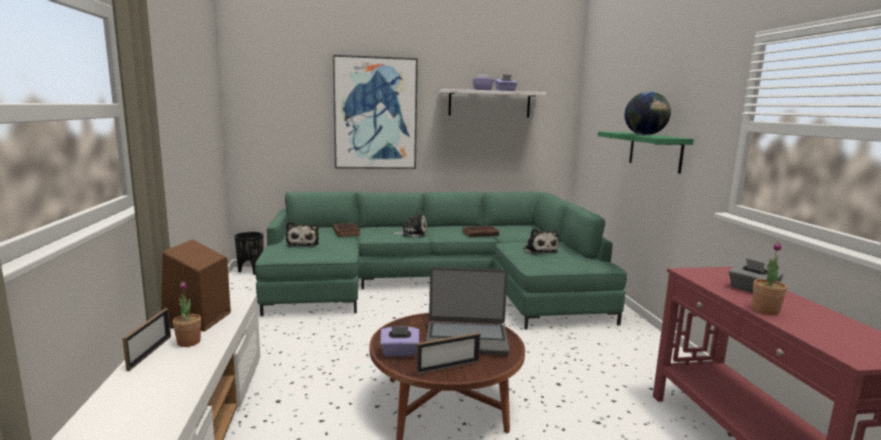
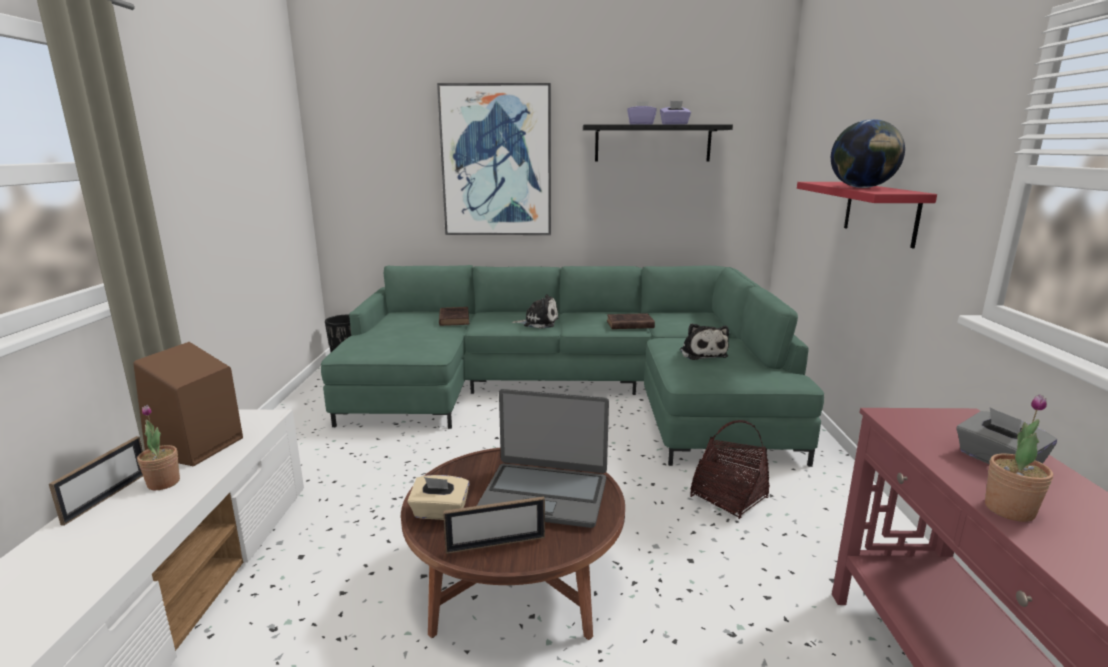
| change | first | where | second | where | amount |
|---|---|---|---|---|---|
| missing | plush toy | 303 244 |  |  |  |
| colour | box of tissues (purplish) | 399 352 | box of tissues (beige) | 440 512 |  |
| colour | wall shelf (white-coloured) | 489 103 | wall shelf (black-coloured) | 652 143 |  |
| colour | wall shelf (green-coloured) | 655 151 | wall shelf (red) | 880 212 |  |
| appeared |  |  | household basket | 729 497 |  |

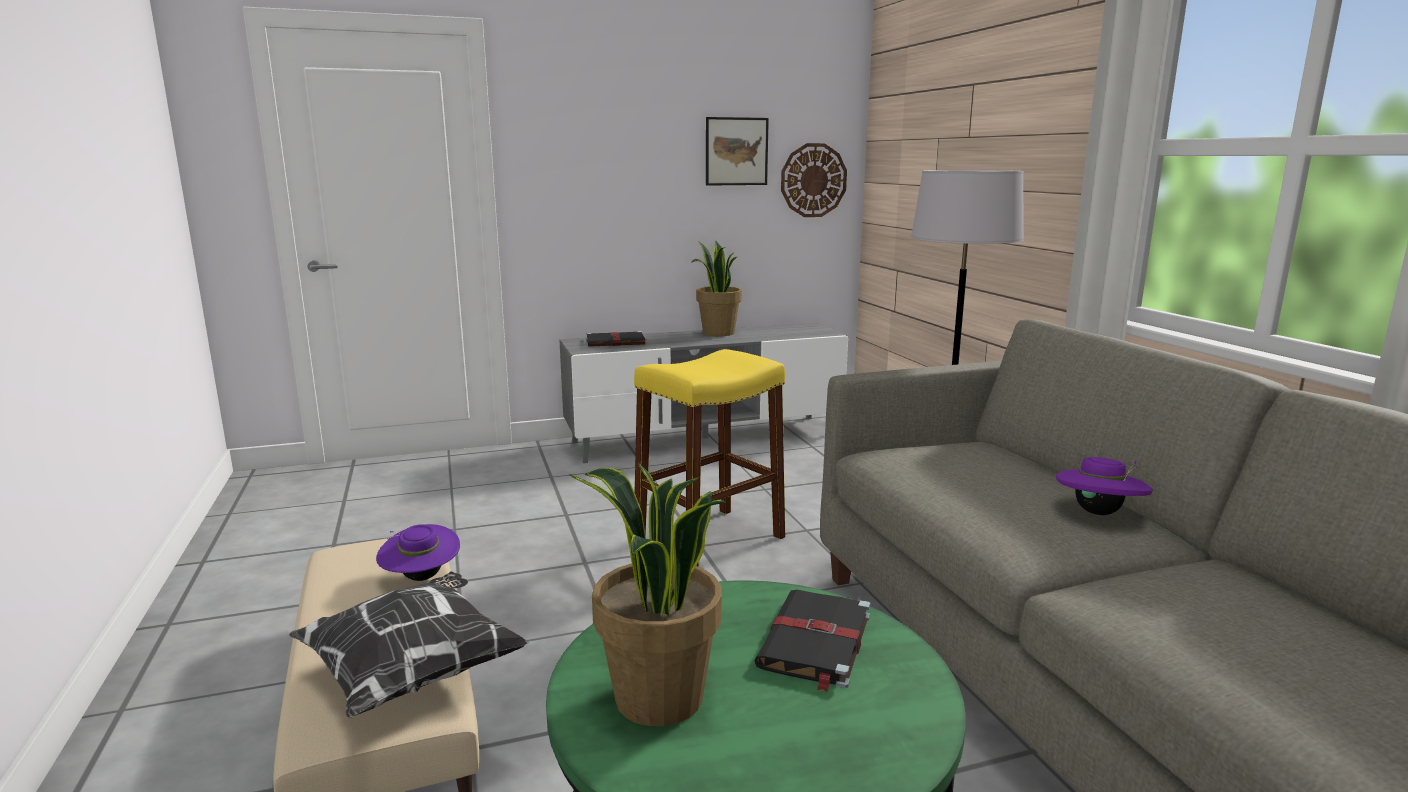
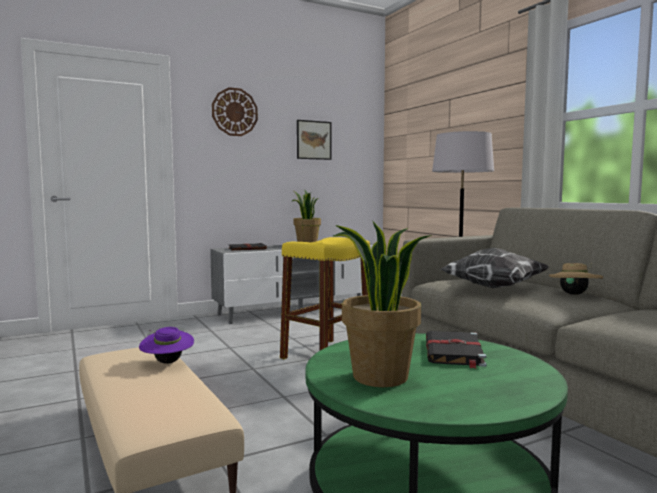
| change | first | where | second | where | amount |
|---|---|---|---|---|---|
| relocated | throw pillow | 414 672 |  | 492 287 |  |
| relocated | hanging clock | 813 180 |  | 234 112 |  |
| colour | clothing hat (purplish) | 1098 513 | clothing hat (beige) | 574 294 |  |

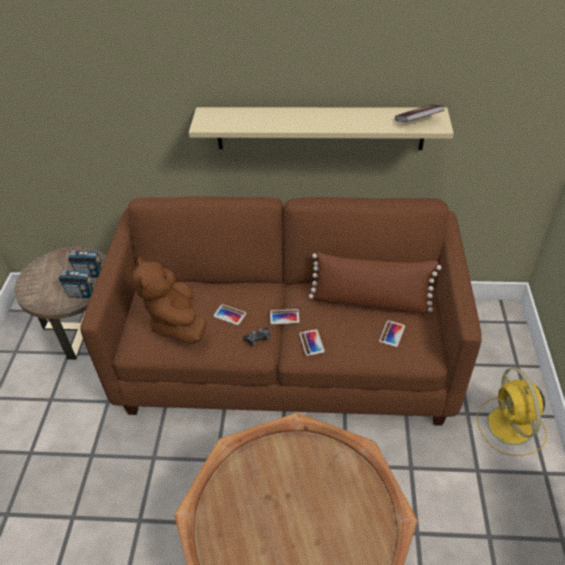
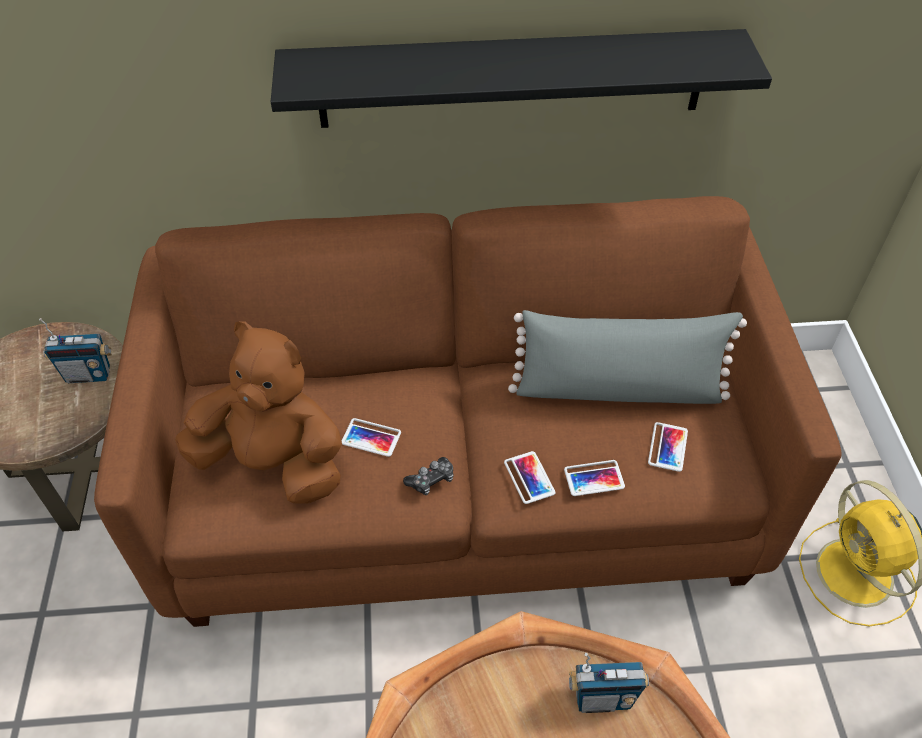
| change | first | where | second | where | amount |
|---|---|---|---|---|---|
| relocated | radio set | 81 294 |  | 602 698 |  |
| spun | plush toy (brown-coloured) | 176 323 |  | 274 463 | 135 degrees clockwise |
| colour | wall shelf (beige) | 319 128 | wall shelf (black-coloured) | 511 79 |  |
| relocated | telephone | 284 317 |  | 594 478 |  |
| colour | throw pillow (brown-coloured) | 370 301 | throw pillow (gray) | 618 389 |  |
| missing | book | 418 121 |  |  |  |

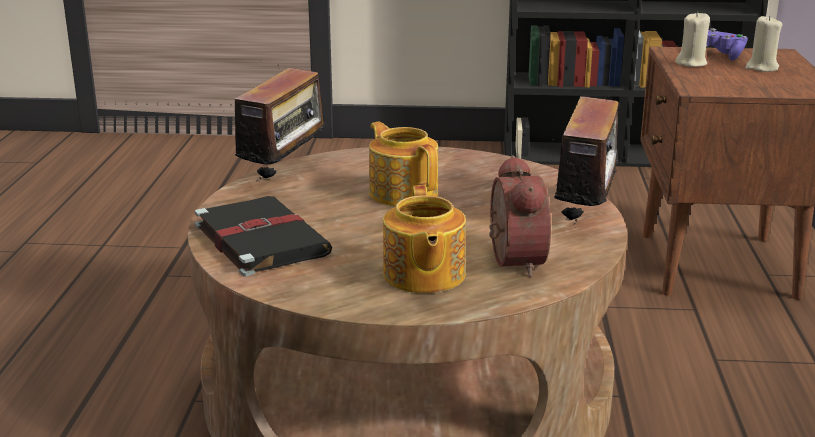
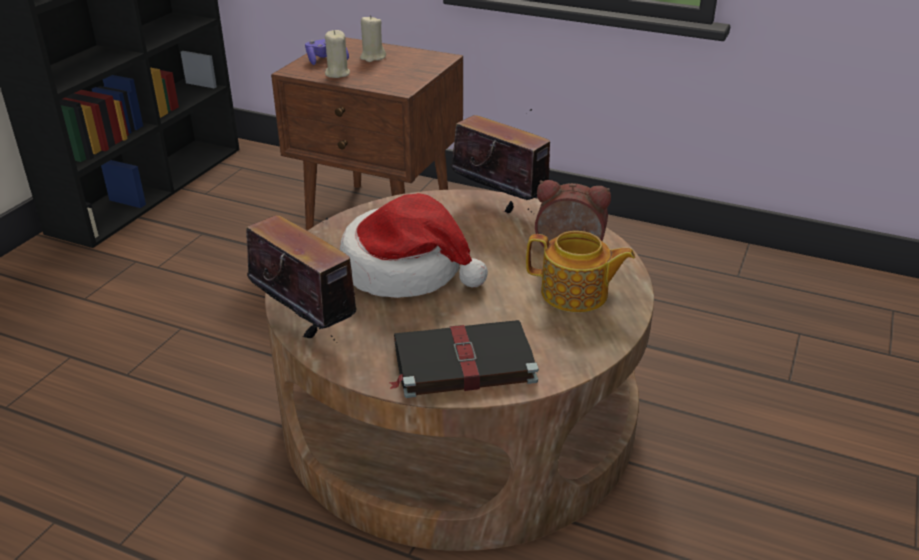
| change | first | where | second | where | amount |
|---|---|---|---|---|---|
| exchanged | teapot | 403 193 | clothing hat | 406 270 |  |

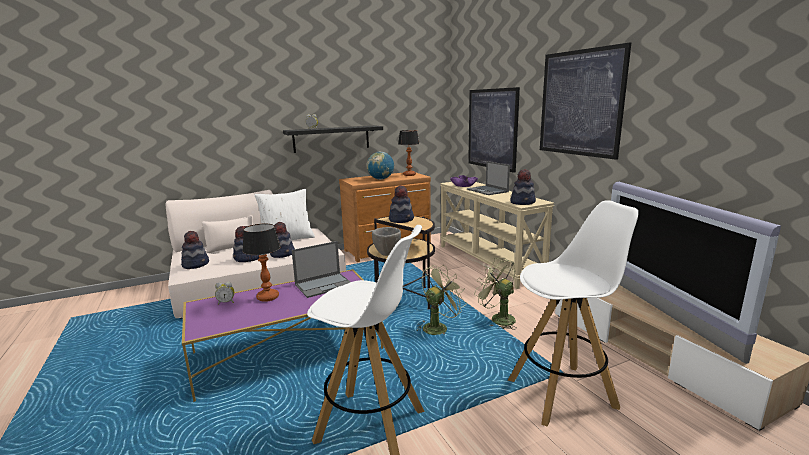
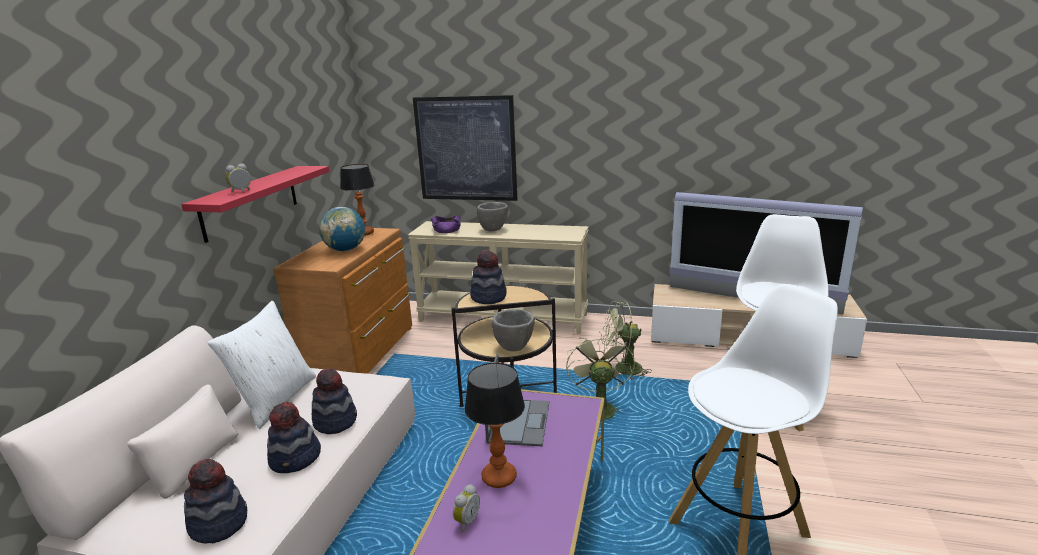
| change | first | where | second | where | amount |
|---|---|---|---|---|---|
| colour | wall shelf (black-coloured) | 331 139 | wall shelf (red) | 251 202 |  |
| exchanged | notebook computer | 487 190 | bowl (gray) | 493 230 |  |
| missing | clothing hat | 523 202 |  |  |  |
| missing | picture | 580 103 |  |  |  |

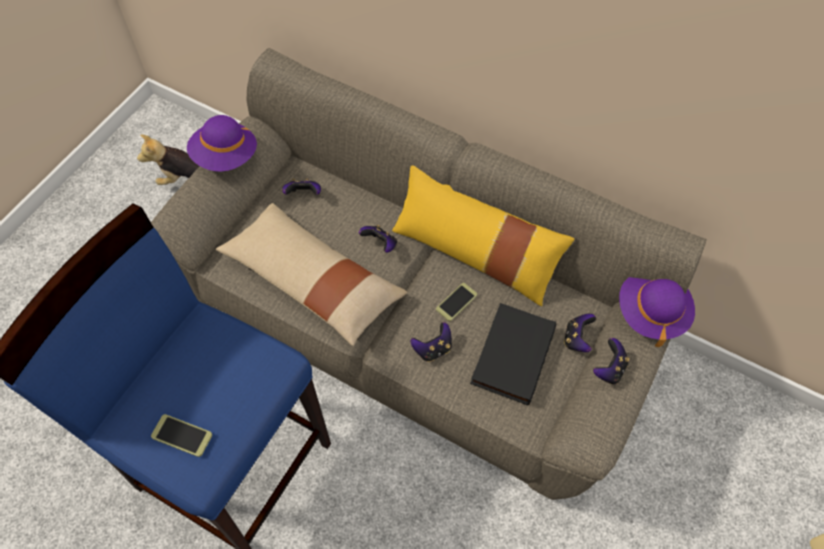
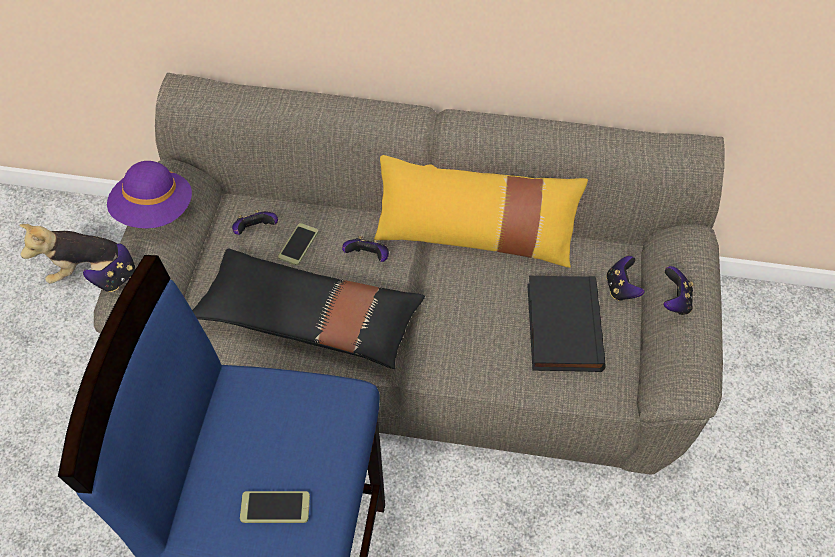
| change | first | where | second | where | amount |
|---|---|---|---|---|---|
| colour | throw pillow (beige) | 313 281 | throw pillow (black-coloured) | 309 320 |  |
| relocated | joypad | 433 349 |  | 116 279 |  |
| relocated | telephone | 456 302 |  | 298 245 |  |
| missing | clothing hat (purplish) | 651 313 |  |  |  |

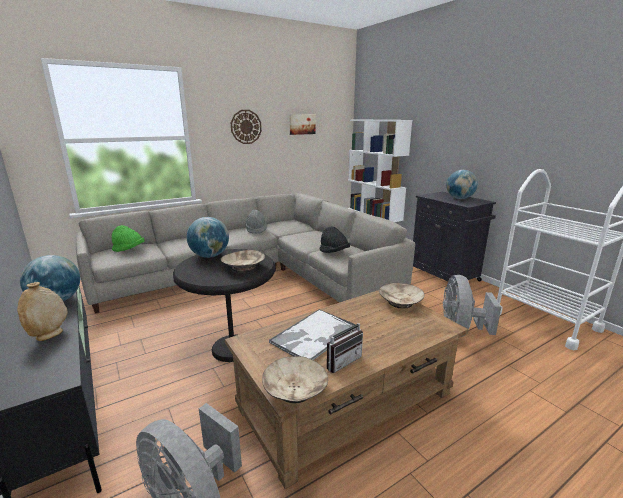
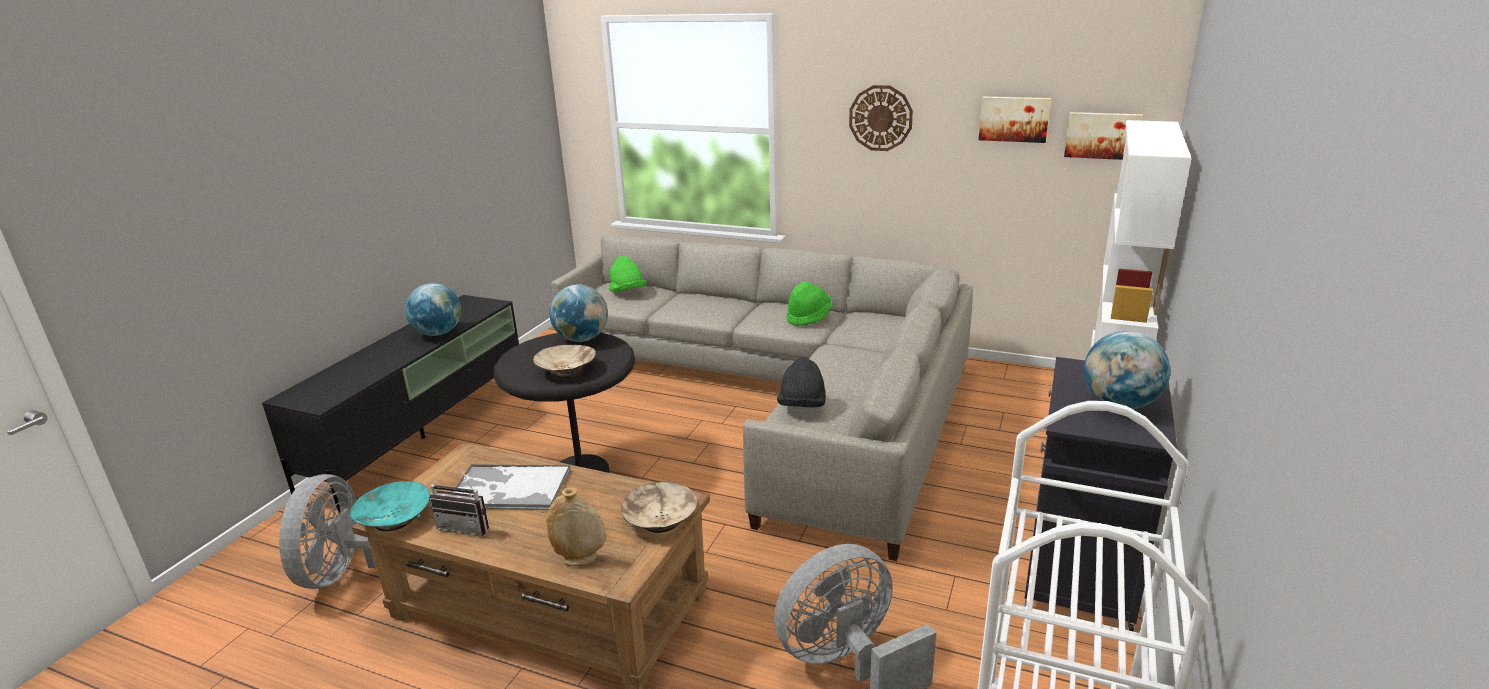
| change | first | where | second | where | amount |
|---|---|---|---|---|---|
| relocated | flower vase (beige) | 50 335 |  | 580 559 |  |
| colour | clothing hat (gray) | 256 230 | clothing hat (green-coloured) | 809 317 |  |
| colour | bowl (beige) | 295 391 | bowl (turquoise-coloured) | 394 519 |  |
| appeared |  |  | picture | 1102 135 |  |

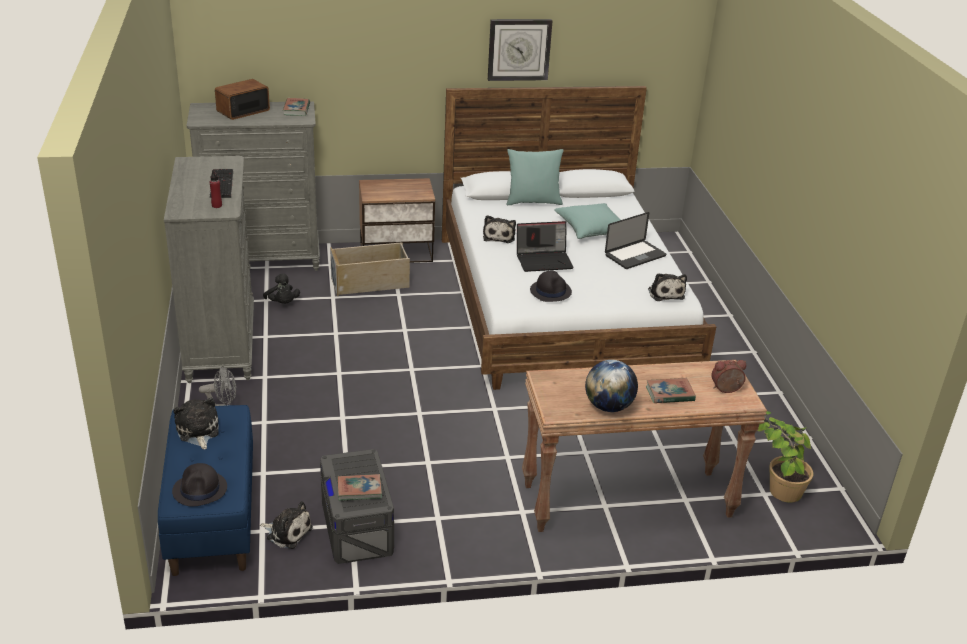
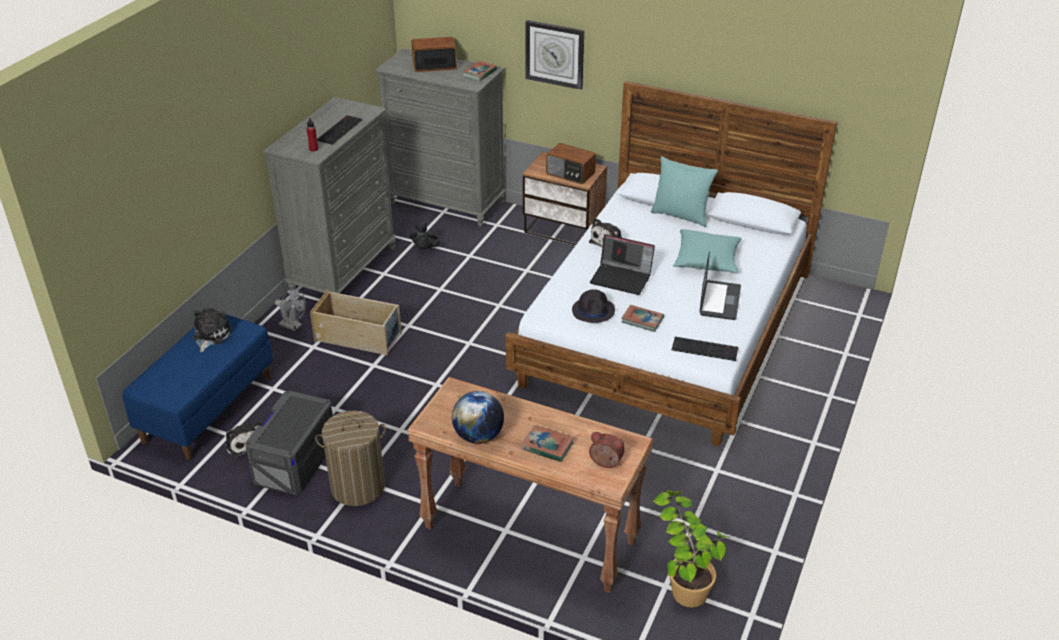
| change | first | where | second | where | amount |
|---|---|---|---|---|---|
| missing | clothing hat (black-coloured) | 200 490 |  |  |  |
| relocated | storage box (beige) | 370 282 |  | 359 337 |  |
| relocated | book | 359 489 |  | 642 320 |  |
| relocated | hanging clock | 519 49 |  | 555 54 |  |
| spun | notebook computer | 635 256 |  | 720 301 | 75 degrees counterclockwise |
| exchanged | plush toy | 665 293 | PC keyboard | 705 348 |  |
| appeared |  |  | washing basket | 357 487 |  |
| appeared |  |  | radio set | 570 174 |  |

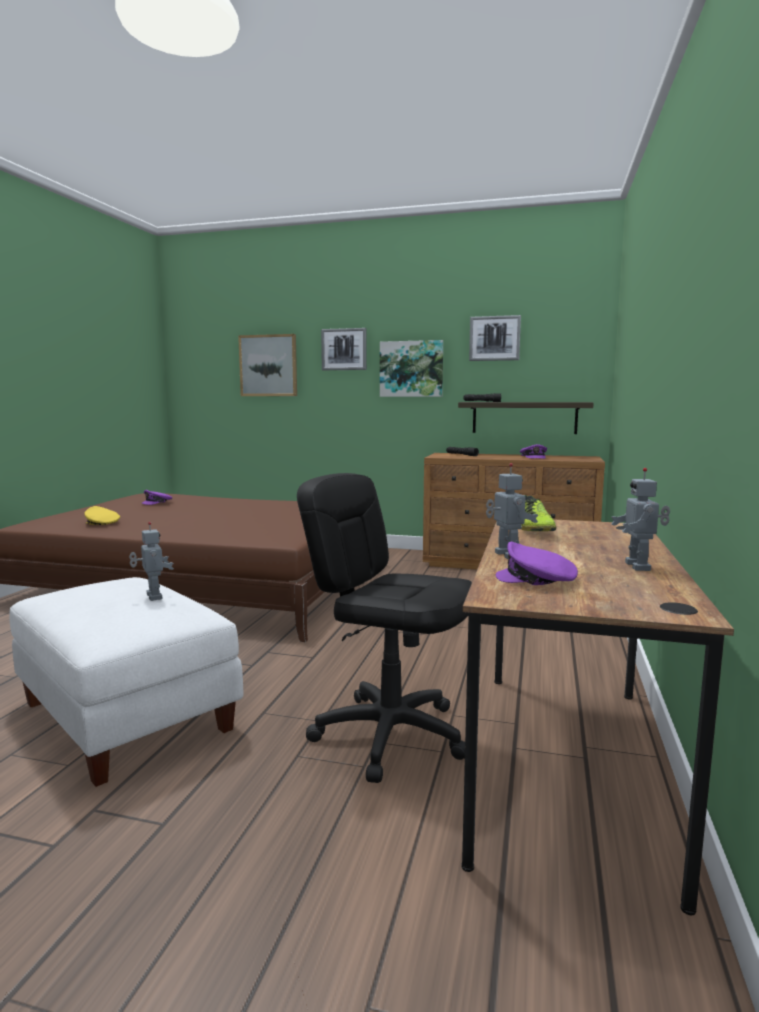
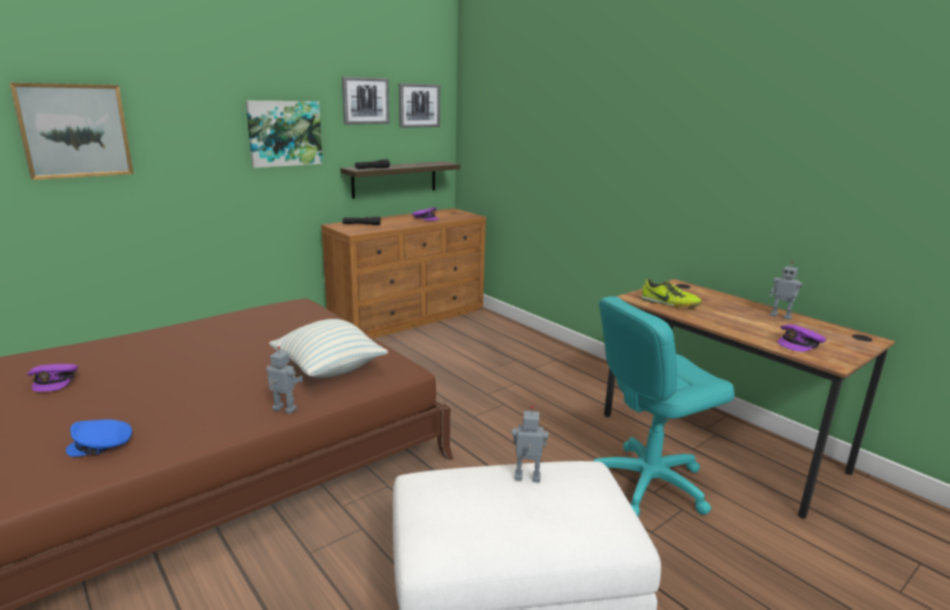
| change | first | where | second | where | amount |
|---|---|---|---|---|---|
| colour | peaked cap (yellow) | 101 523 | peaked cap (blue-coloured) | 101 445 |  |
| colour | computer chair (black-coloured) | 390 734 | computer chair (turquoise-coloured) | 647 483 |  |
| relocated | picture | 344 349 |  | 419 105 |  |
| relocated | model robot | 505 555 |  | 283 410 |  |
| appeared |  |  | throw pillow | 329 370 |  |

